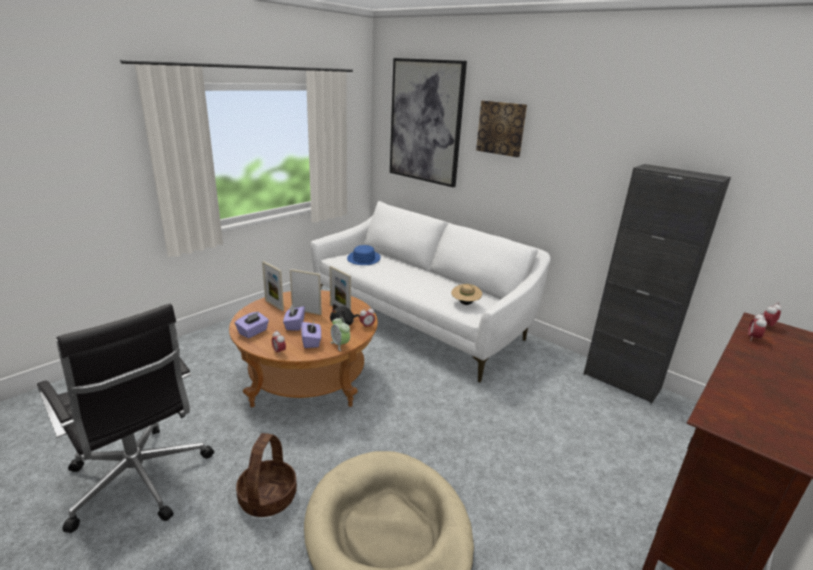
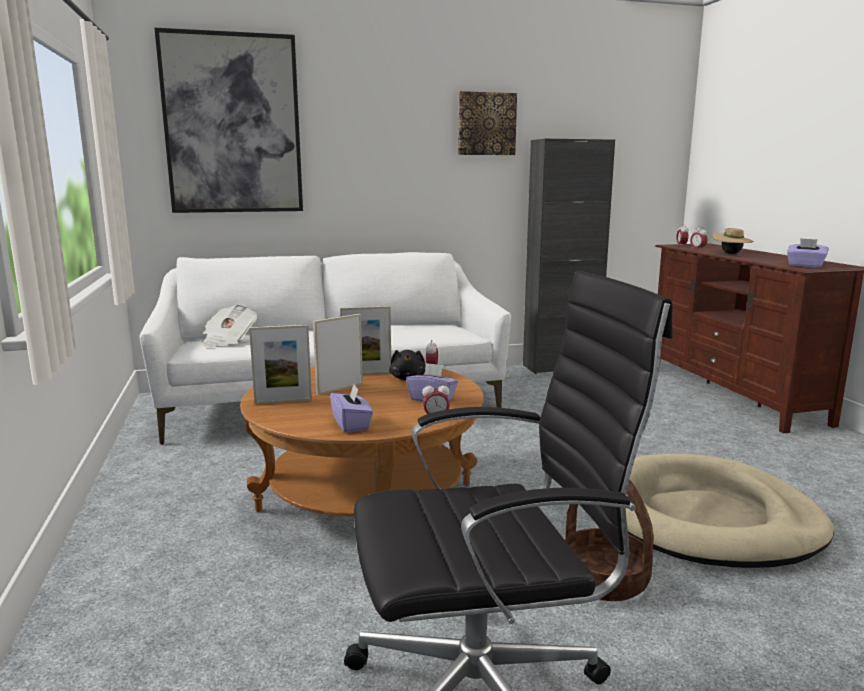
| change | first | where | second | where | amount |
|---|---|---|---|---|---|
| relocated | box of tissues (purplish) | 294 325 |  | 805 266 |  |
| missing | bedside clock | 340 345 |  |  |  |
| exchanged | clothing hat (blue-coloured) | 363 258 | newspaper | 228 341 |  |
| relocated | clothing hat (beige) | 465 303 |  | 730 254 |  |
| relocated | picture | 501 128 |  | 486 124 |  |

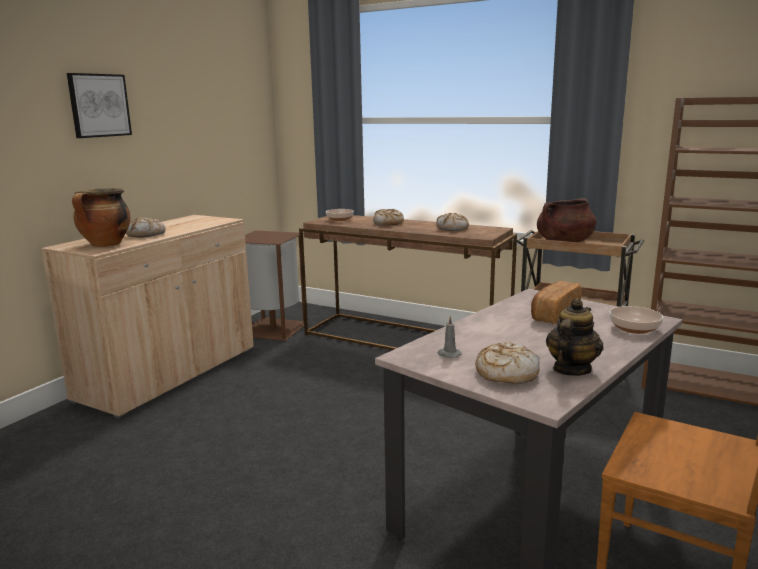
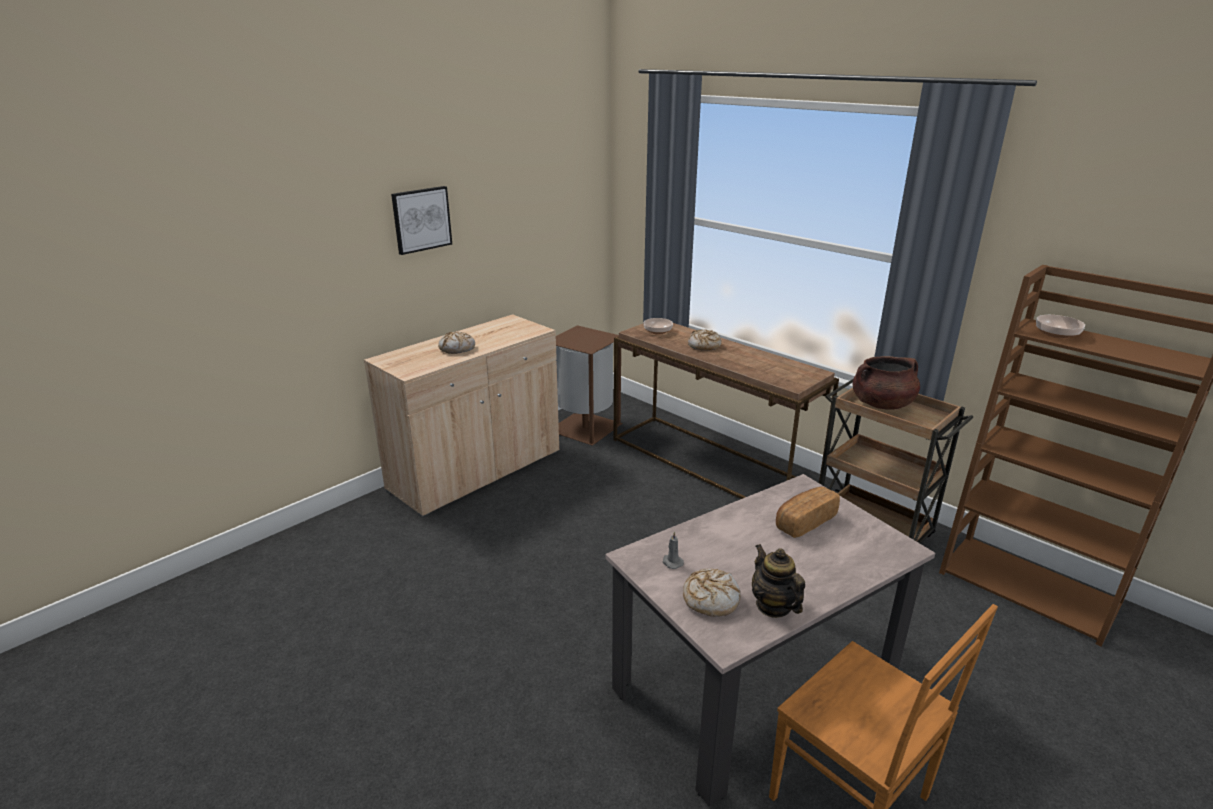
| change | first | where | second | where | amount |
|---|---|---|---|---|---|
| missing | saucepot | 106 245 |  |  |  |
| missing | baked bread | 452 228 |  |  |  |
| spun | teapot | 571 369 |  | 773 606 | 75 degrees counterclockwise |
| relocated | bowl | 635 328 |  | 1057 334 |  |

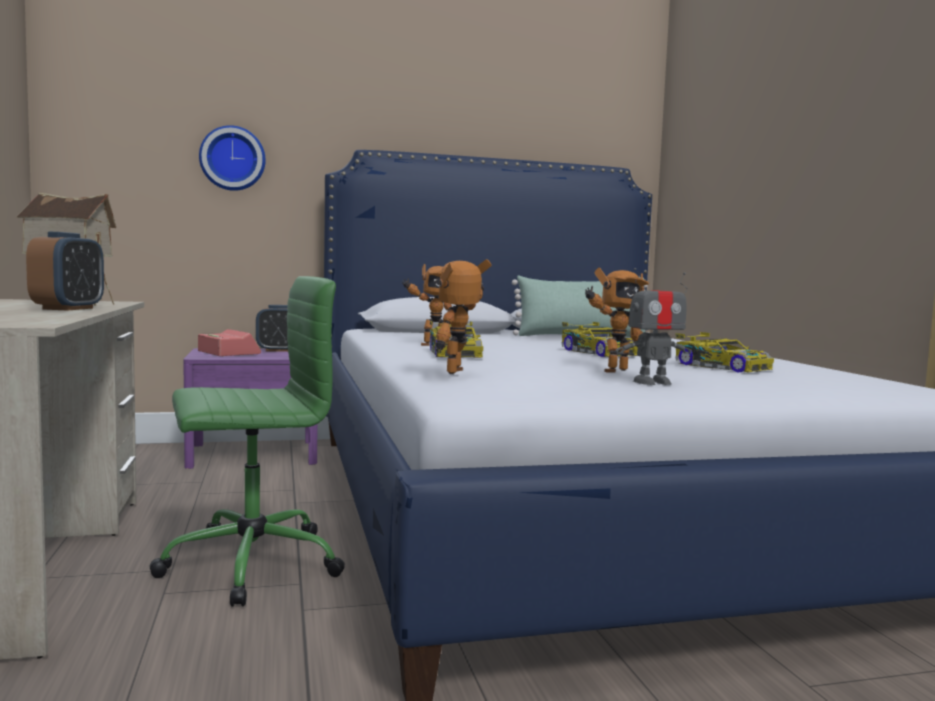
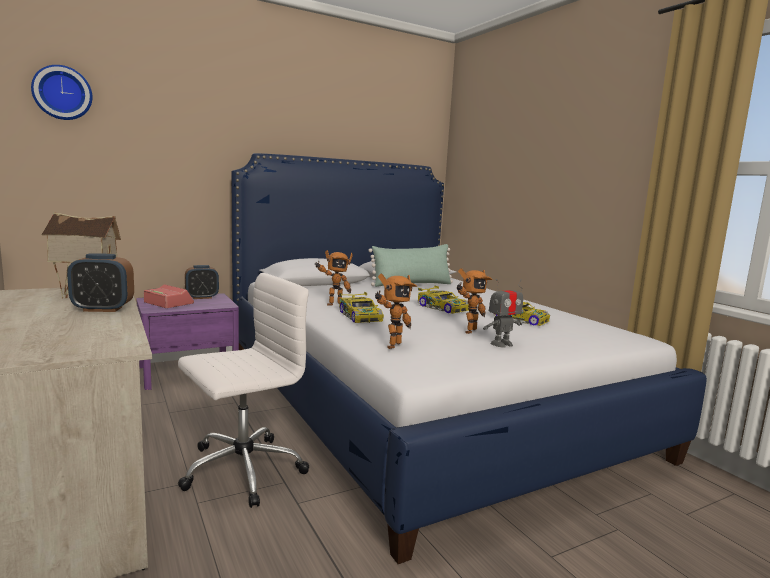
| change | first | where | second | where | amount |
|---|---|---|---|---|---|
| spun | bedside clock | 68 308 |  | 103 309 | 90 degrees clockwise |
| colour | computer chair (green-coloured) | 248 563 | computer chair (white-coloured) | 241 470 |  |
| relocated | hanging clock | 232 159 |  | 62 93 |  |
| spun | model robot | 460 372 |  | 391 345 | 150 degrees counterclockwise |

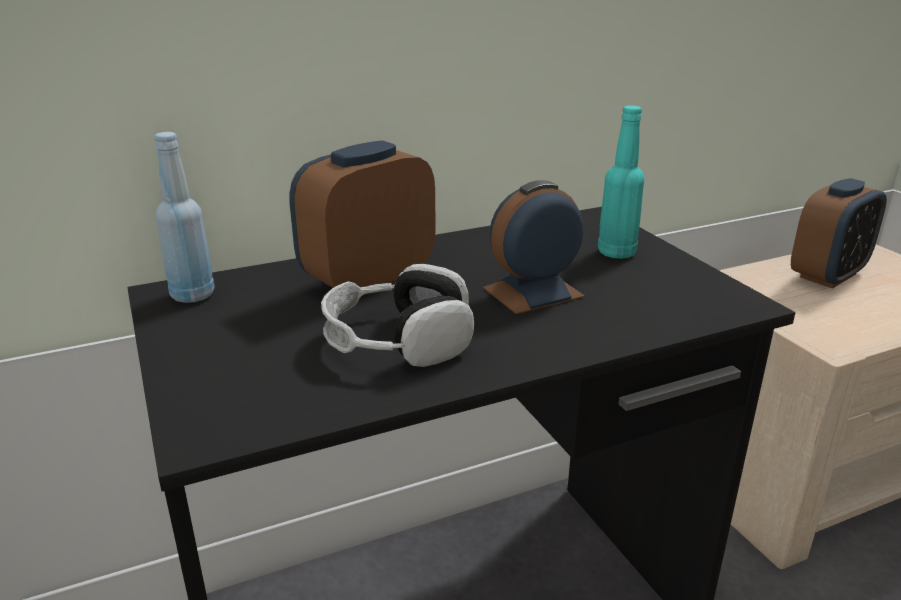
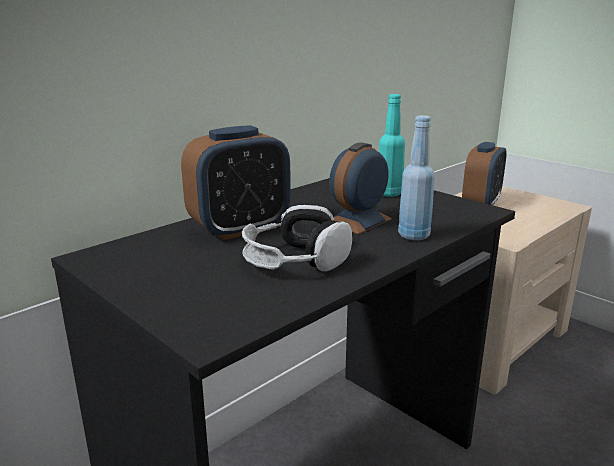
| change | first | where | second | where | amount |
|---|---|---|---|---|---|
| relocated | bottle (blue-coloured) | 193 295 |  | 414 235 |  |
| spun | bedside clock | 368 280 |  | 240 229 | 150 degrees counterclockwise |

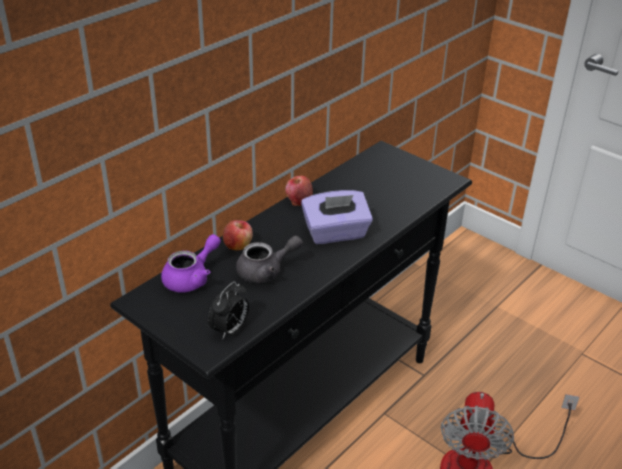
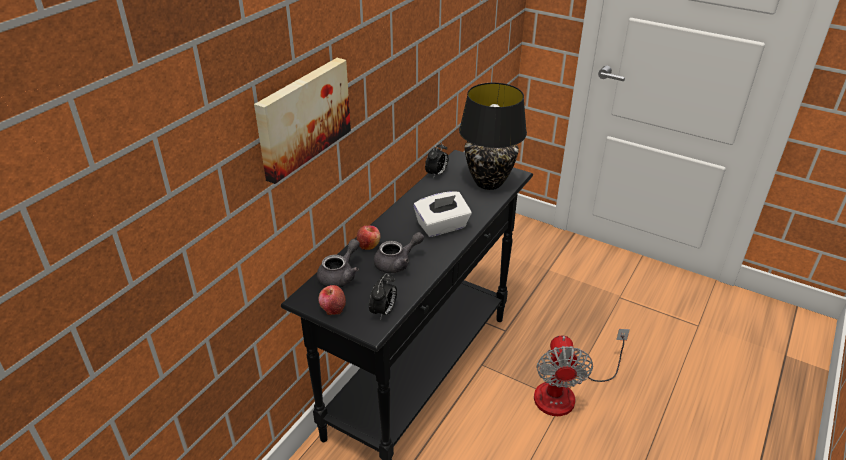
| change | first | where | second | where | amount |
|---|---|---|---|---|---|
| colour | teapot (purplish) | 192 278 | teapot (gray) | 340 275 |  |
| relocated | whole apple | 298 200 |  | 332 308 |  |
| colour | box of tissues (purplish) | 336 233 | box of tissues (white-coloured) | 442 227 |  |
| appeared |  |  | picture | 302 117 |  |
| appeared |  |  | bedside clock | 436 174 |  |
| appeared |  |  | tabletop lamp (black-coloured) | 488 182 |  |

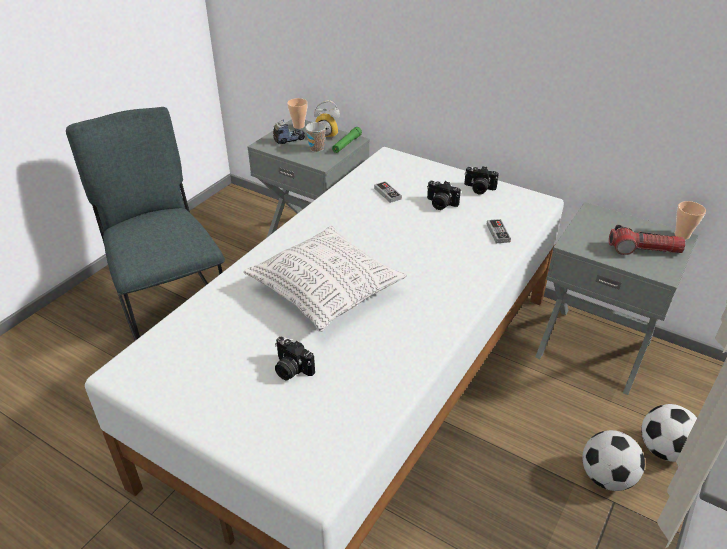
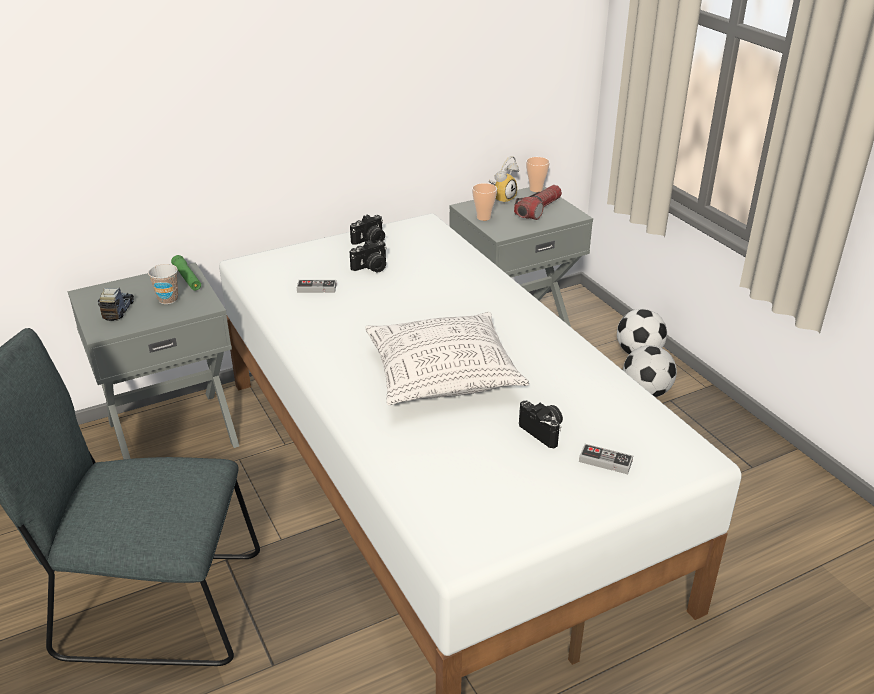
| change | first | where | second | where | amount |
|---|---|---|---|---|---|
| spun | photo camera | 291 369 |  | 544 431 | 105 degrees counterclockwise |
| relocated | cup | 298 126 |  | 483 217 |  |
| relocated | bedside clock | 328 134 |  | 502 199 |  |
| relocated | joypad | 498 233 |  | 605 461 |  |

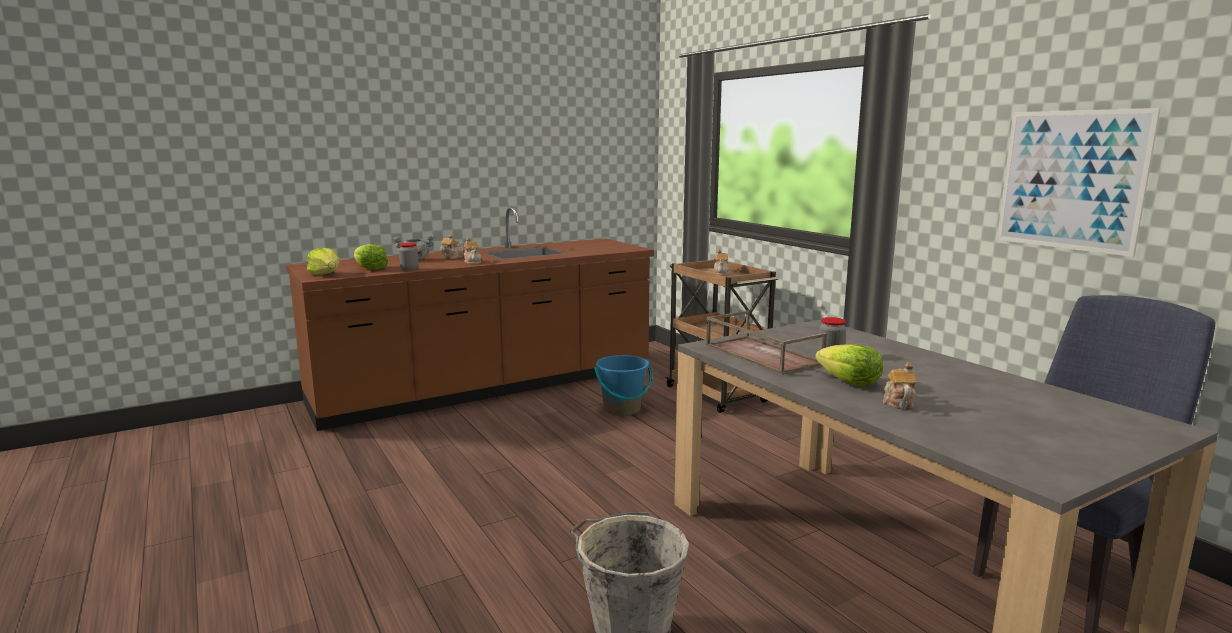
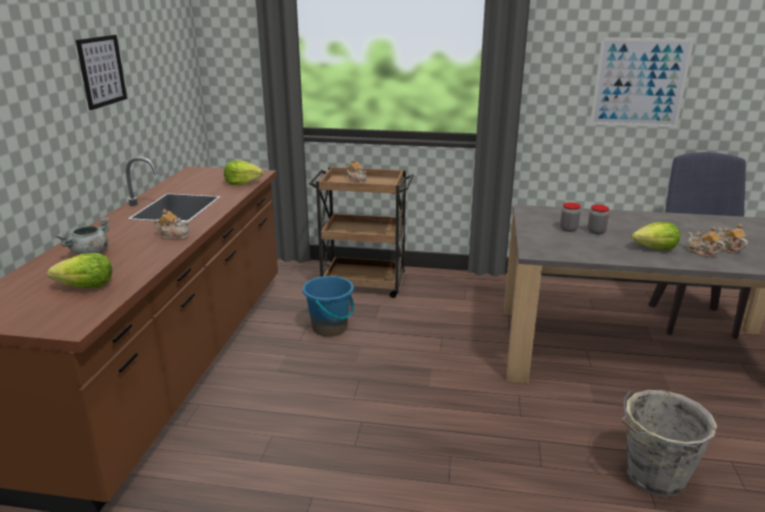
| change | first | where | second | where | amount |
|---|---|---|---|---|---|
| relocated | lettuce head | 326 274 |  | 242 183 |  |
| relocated | jar | 409 269 |  | 568 229 |  |
| relocated | teapot | 452 257 |  | 727 249 |  |
| missing | carrying tray (brown-coloured) | 760 355 |  |  |  |
| appeared |  |  | picture | 102 71 |  |

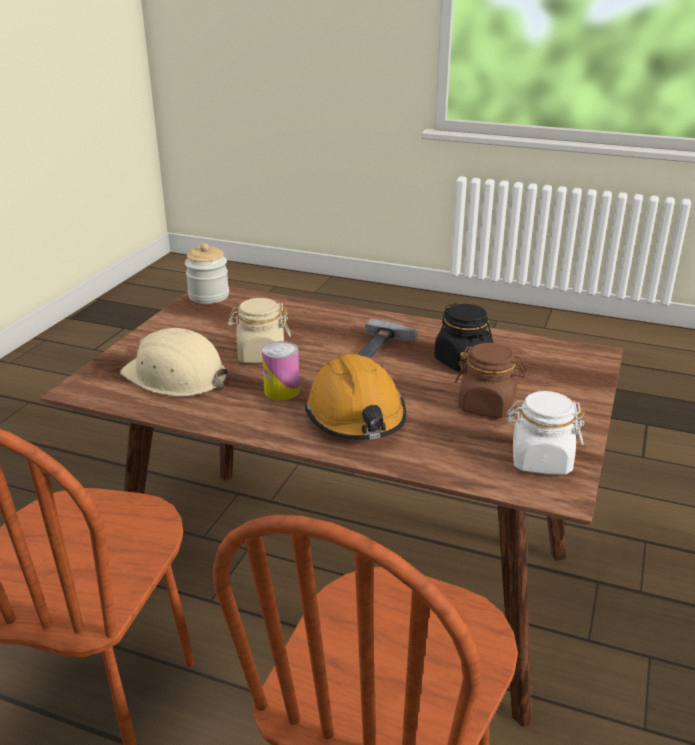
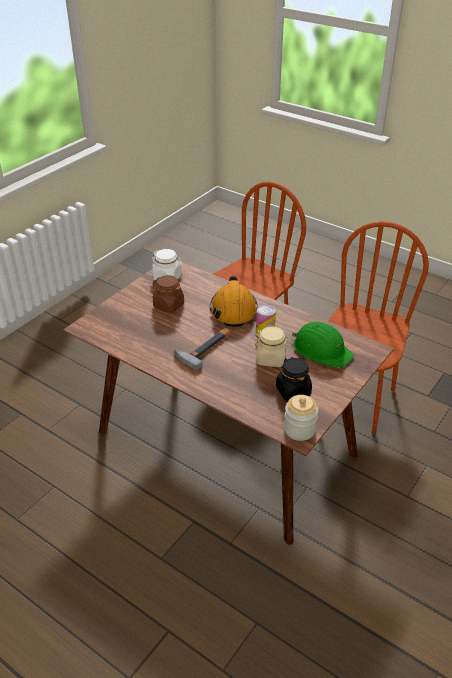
| change | first | where | second | where | amount |
|---|---|---|---|---|---|
| colour | safety helmet (beige) | 176 376 | safety helmet (green-coloured) | 321 350 |  |
| relocated | jar (black-coloured) | 463 361 |  | 293 391 |  |

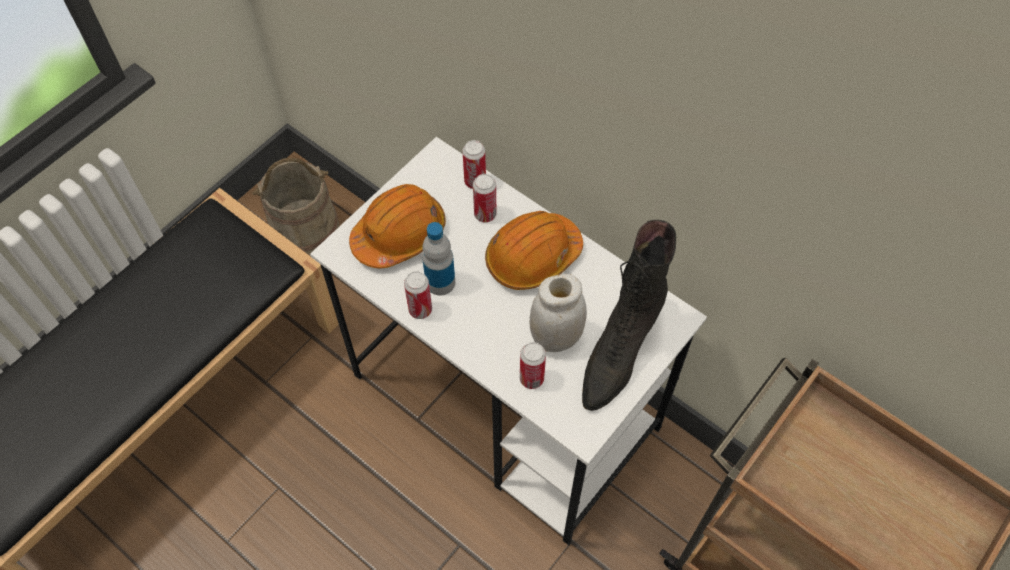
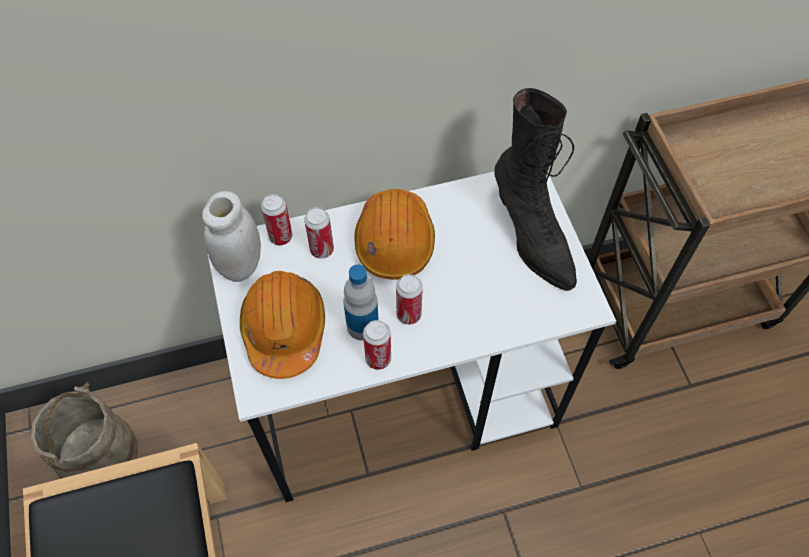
| change | first | where | second | where | amount |
|---|---|---|---|---|---|
| relocated | can | 531 379 |  | 409 314 |  |
| relocated | jar (white-coloured) | 556 338 |  | 241 265 |  |

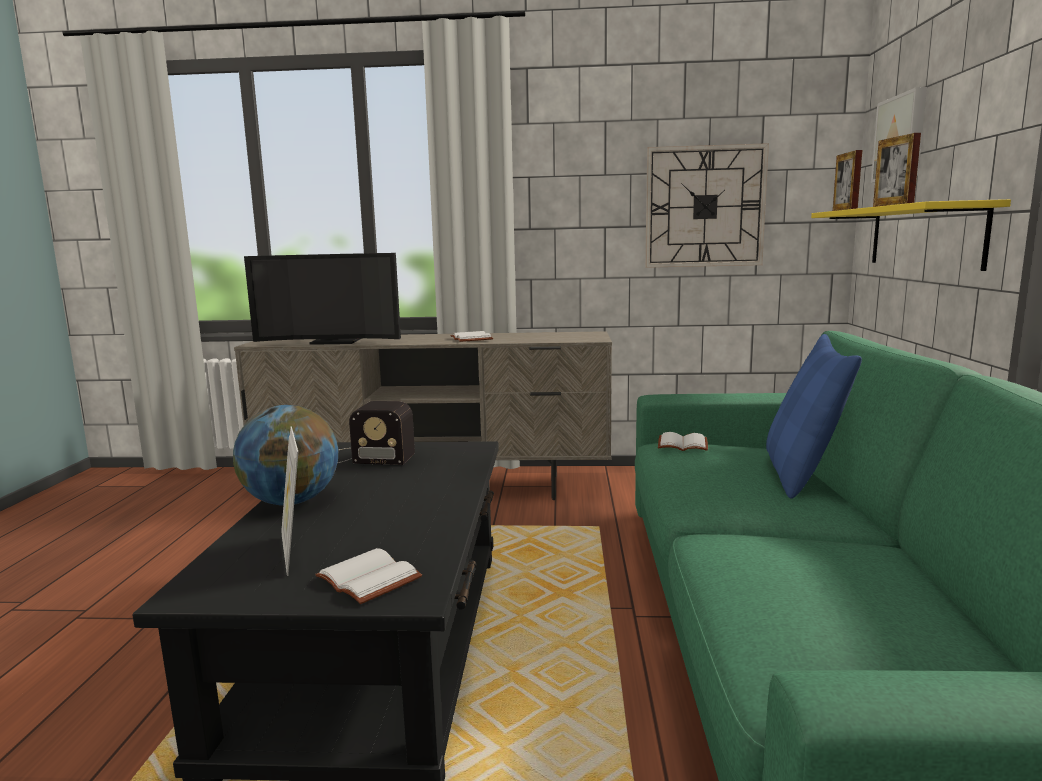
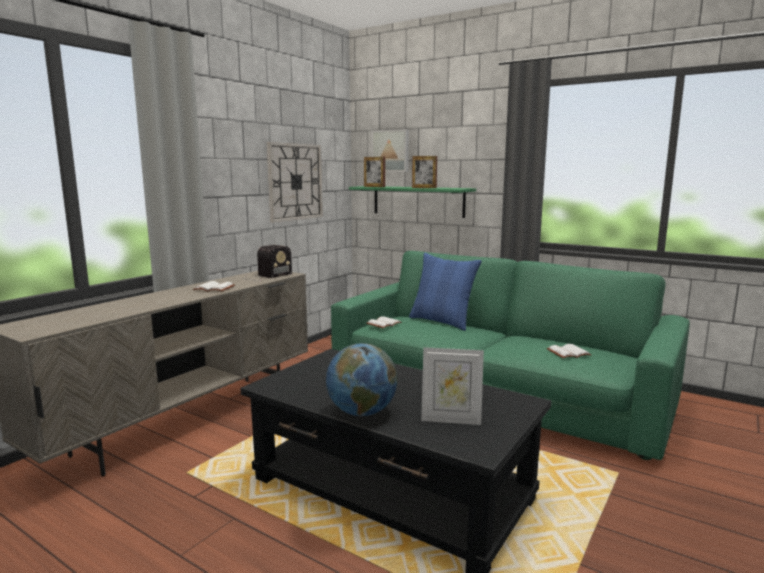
| change | first | where | second | where | amount |
|---|---|---|---|---|---|
| missing | TV | 333 342 |  |  |  |
| relocated | book (white-coloured) | 371 578 |  | 568 352 |  |
| relocated | radio set | 367 456 |  | 265 276 |  |
| colour | wall shelf (yellow) | 924 236 | wall shelf (green-coloured) | 418 201 |  |

